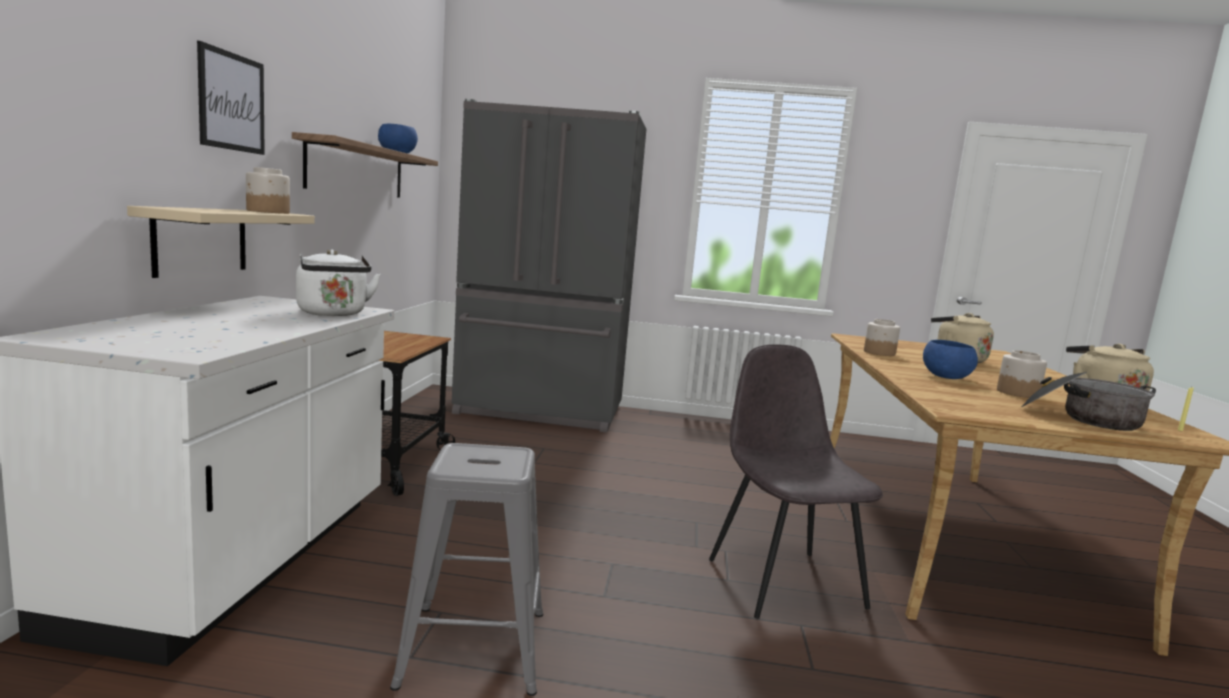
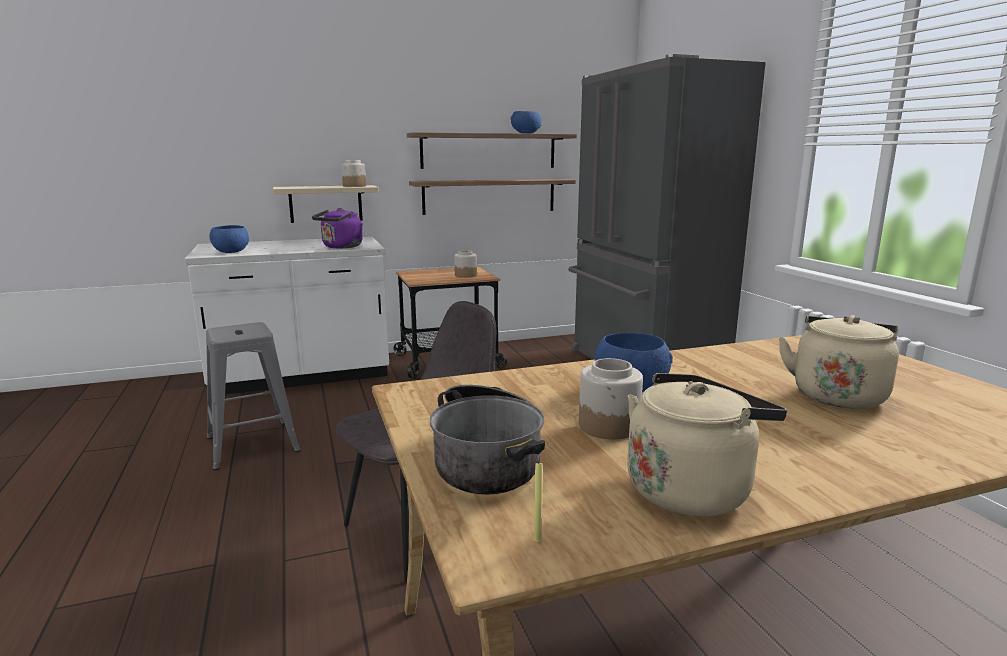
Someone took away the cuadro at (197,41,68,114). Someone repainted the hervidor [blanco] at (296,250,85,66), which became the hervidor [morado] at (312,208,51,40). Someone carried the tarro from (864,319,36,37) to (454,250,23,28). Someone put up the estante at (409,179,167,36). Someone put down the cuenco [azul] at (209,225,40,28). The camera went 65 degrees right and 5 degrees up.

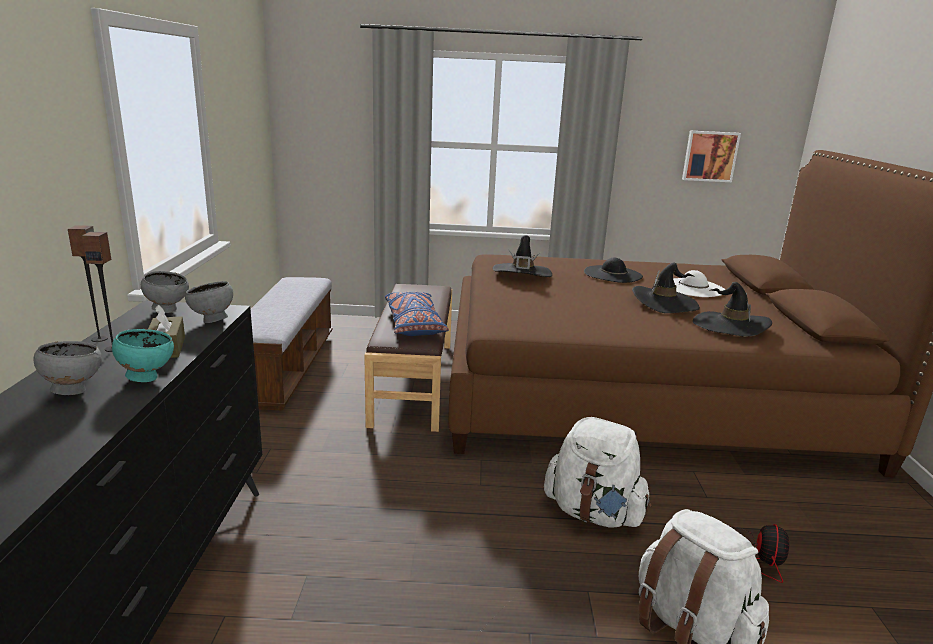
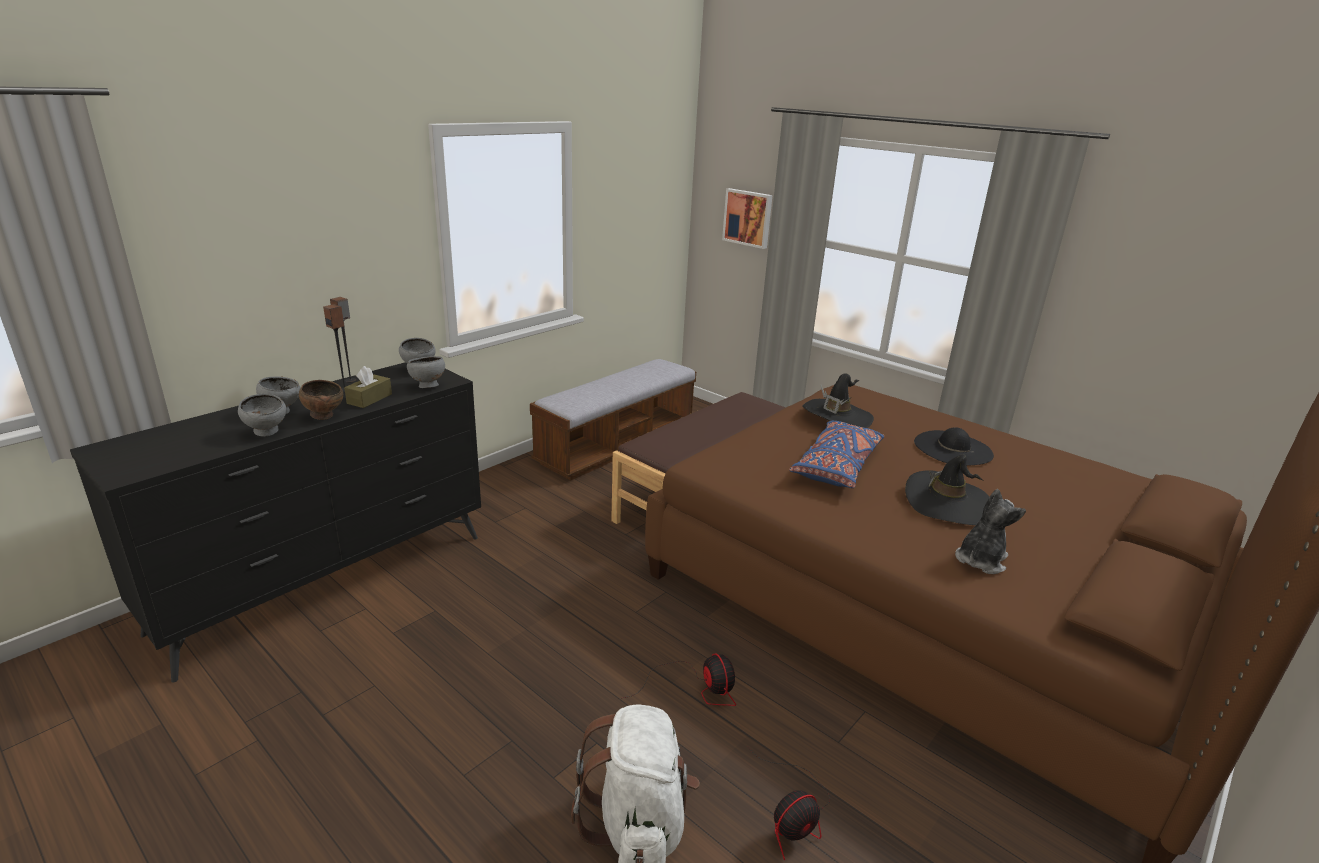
Someone carried the cuadro from (682,131,59,51) to (722,188,51,61). Someone took away the sombrero [blanco] at (673,270,52,27). Someone swapped the sombrero [negro] at (693,282,79,55) for the peluche at (955,489,71,85). Someone carried the cojín [azul] from (385,292,64,44) to (789,421,95,67). Someone repainted the cuenco [turquesa] at (112,329,62,53), which became the cuenco [marrón] at (299,380,44,40). Someone swapped the mochila [blanco] at (544,417,108,110) for the ventilador at (624,653,112,53). Someone put down the cuenco [gris] at (238,394,48,43). The camera went 40 degrees right and 5 degrees up.

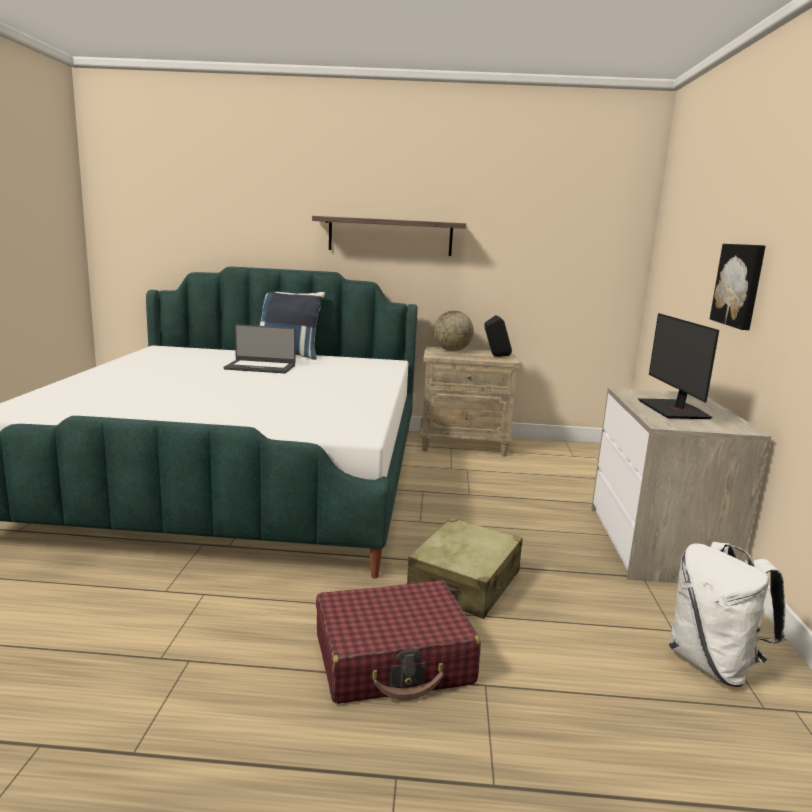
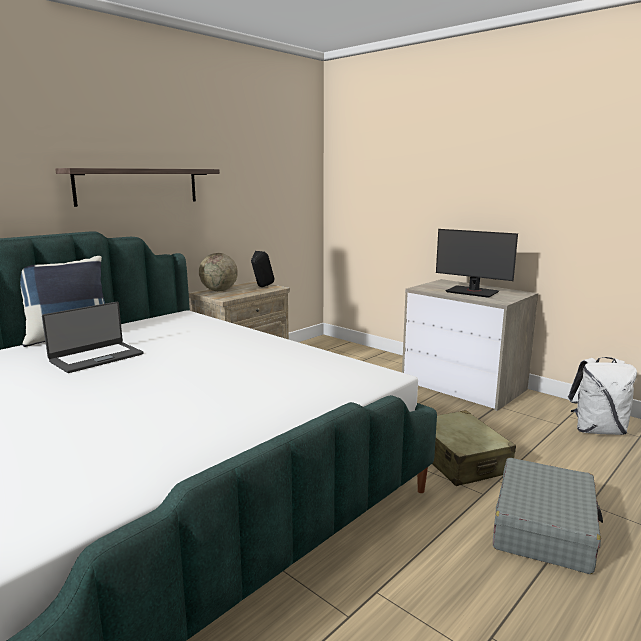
Someone took away the cuadro at (710,244,55,86). Someone repainted the maleta [rojo] at (316,580,165,124), which became the maleta [gris] at (493,458,110,116). The camera went 50 degrees left and 0 degrees up.

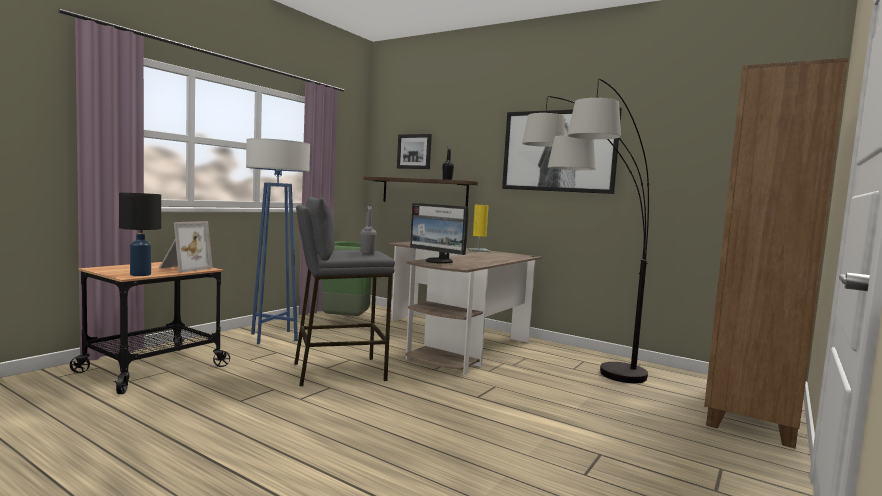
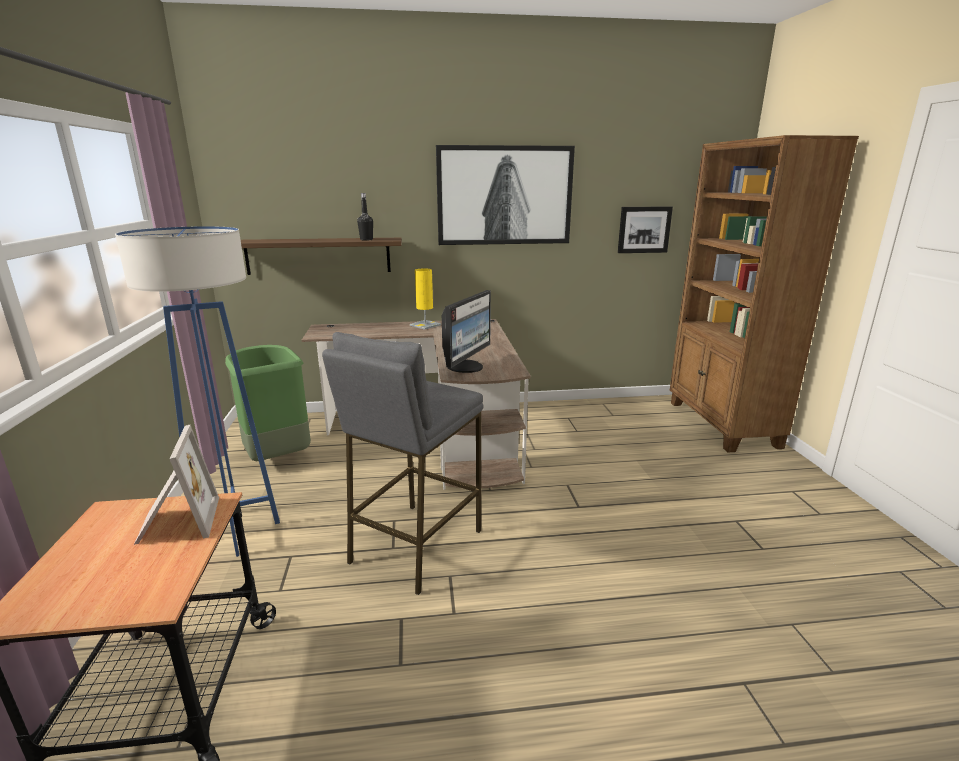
Someone took away the lámpara de pie at (522,78,127,305). Someone carried the cuadro from (397,134,35,35) to (618,206,55,47). Someone took away the lámpara de mesa [negro] at (119,193,42,83). Someone rotated the monitor at (410,203,59,61) by 60 degrees counterclockwise. Someone took away the botella [gris] at (360,205,17,49). The camera went 40 degrees left and 15 degrees up.

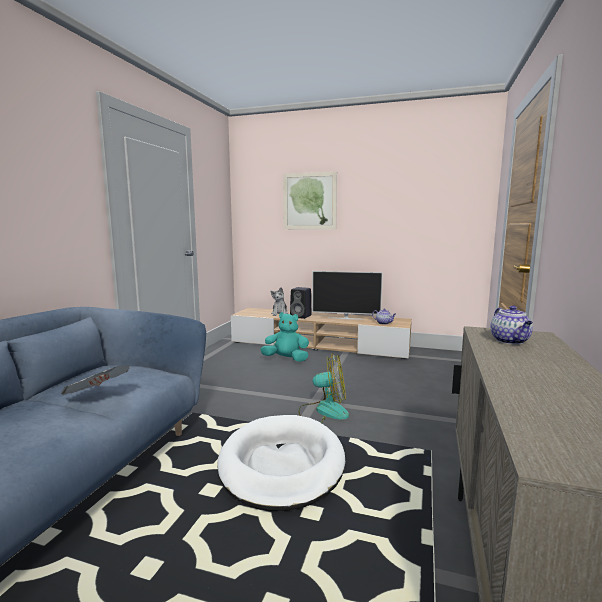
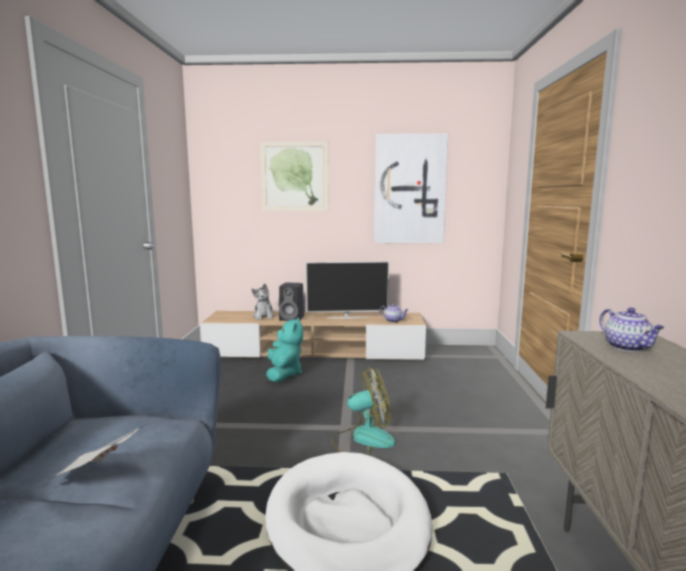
Someone rotated the peluche [turquesa] at (260,312,49,50) by 90 degrees clockwise. Someone put up the cuadro at (374,133,74,110). The camera went 15 degrees left and 0 degrees up.

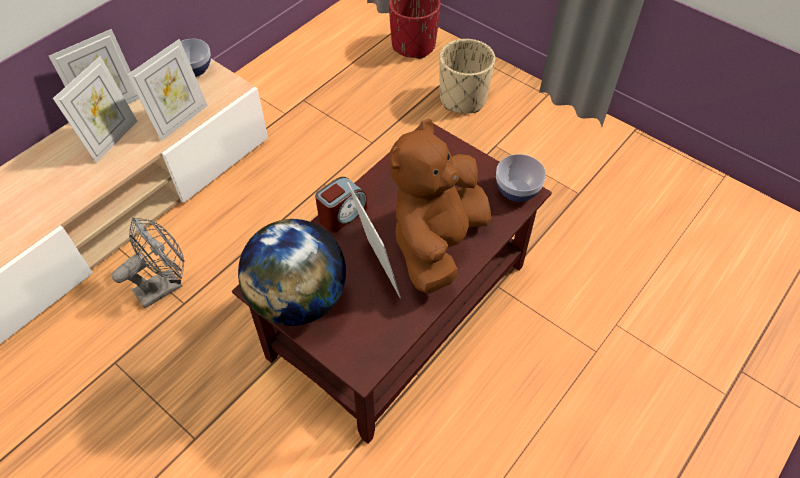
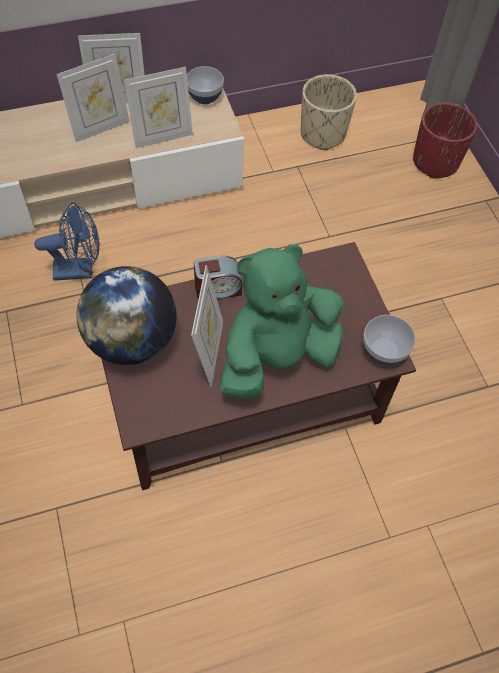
Someone carried the maceta [beis] from (439,39,56,75) to (301,74,56,76). Someone repainted the peluche [marrón] at (389,119,102,175), which became the peluche [verde] at (220,244,124,155). Someone repainted the ventilador [gris] at (112,218,73,90), which became the ventilador [azul] at (34,202,65,79). The camera went 30 degrees right and 5 degrees up.

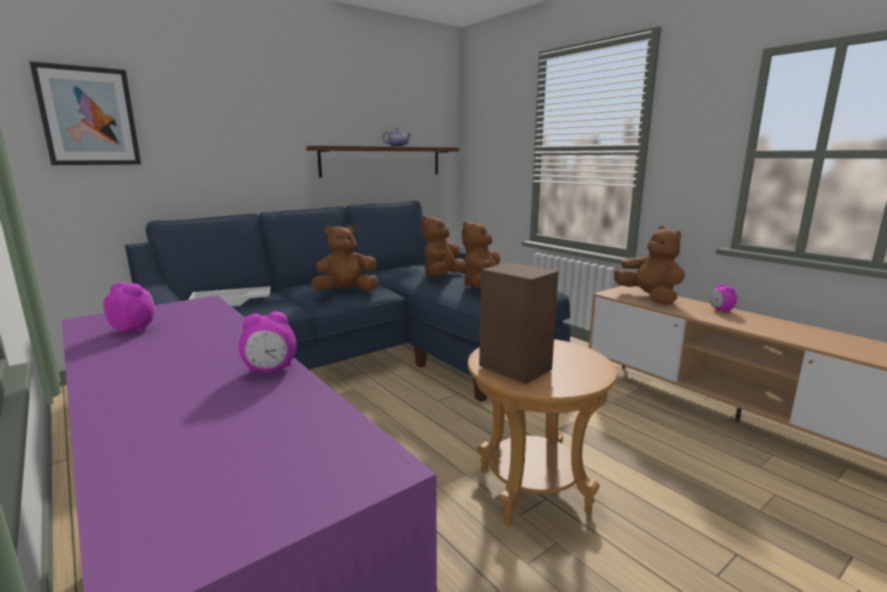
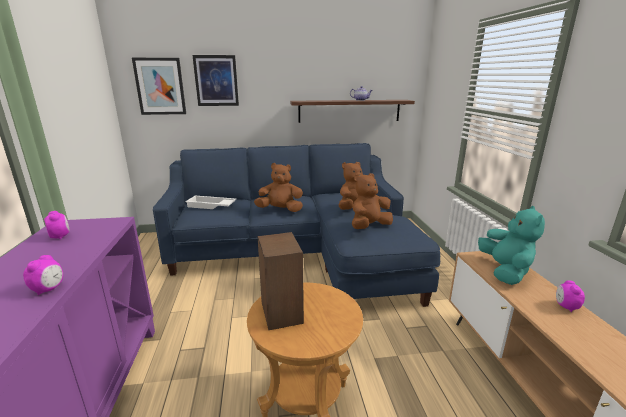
Someone repainted the peluche [marrón] at (614,226,71,79), which became the peluche [turquesa] at (478,206,67,79). Someone rotated the despertador at (239,311,57,62) by 90 degrees counterclockwise. Someone put up the cuadro at (192,55,47,51). The camera went 30 degrees right and 5 degrees up.

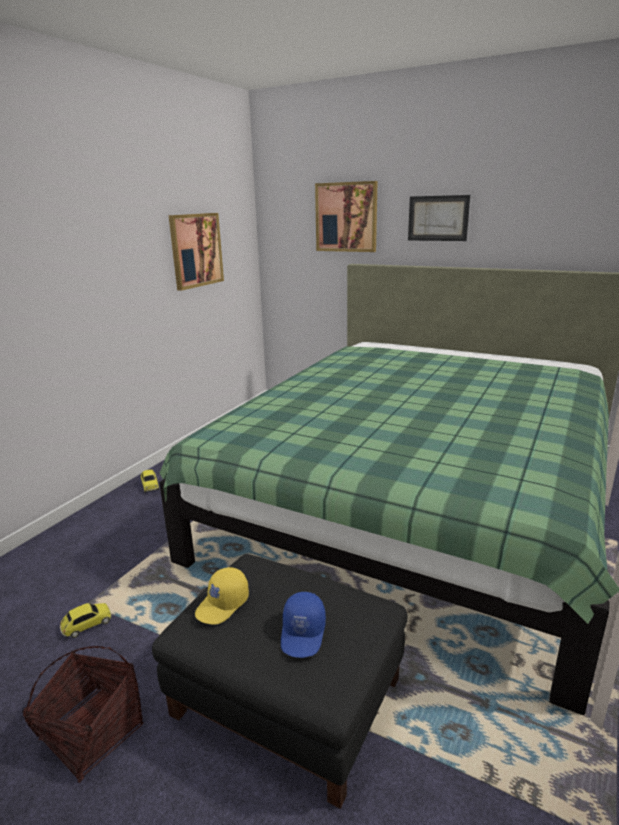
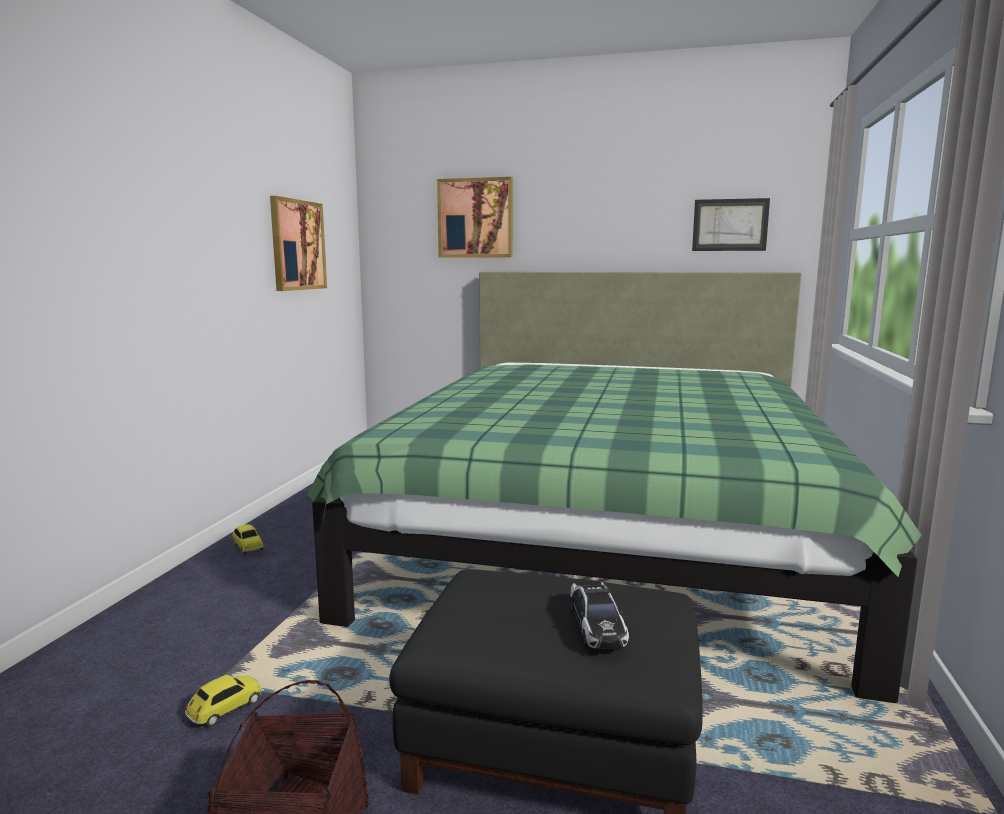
Someone carried the cuadro from (408,195,62,46) to (692,198,78,53). Someone took away the gorra [amarillo] at (195,567,54,58). Someone swapped the gorra [azul] at (281,592,45,66) for the coche de juguete at (570,580,59,69). The camera went 15 degrees left and 10 degrees down.

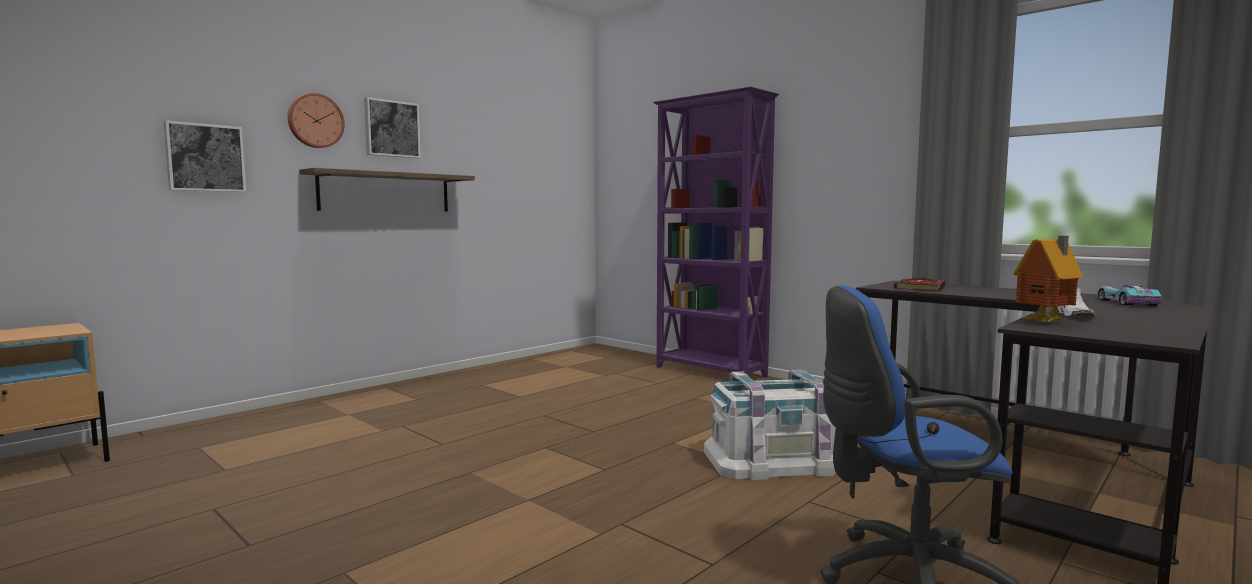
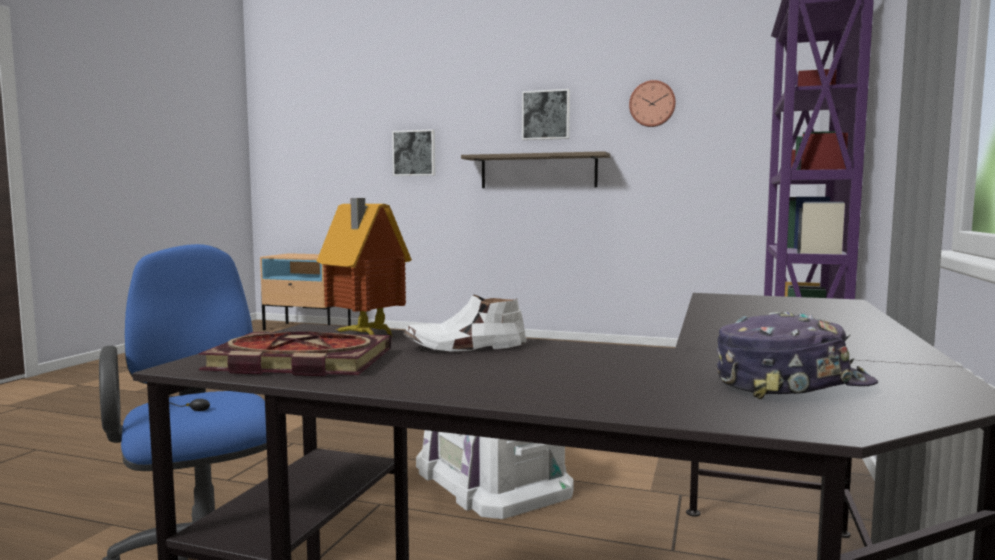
Someone carried the reloj de pared from (287,93,58,55) to (629,80,47,47). Someone carried the libro from (894,278,51,13) to (198,332,193,44). Someone swapped the coche de juguete at (1097,285,64,21) for the gorra at (716,312,162,87). The camera went 65 degrees right and 0 degrees up.

